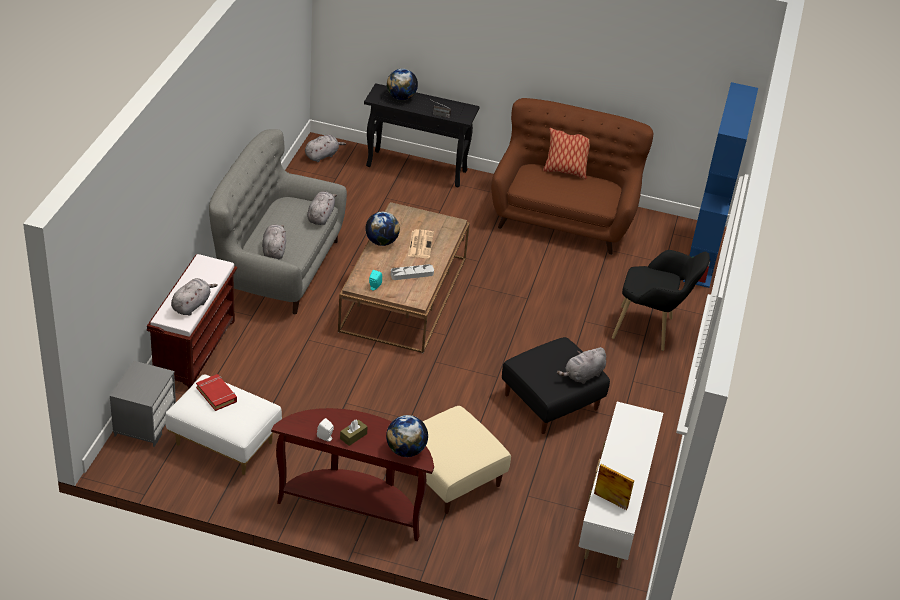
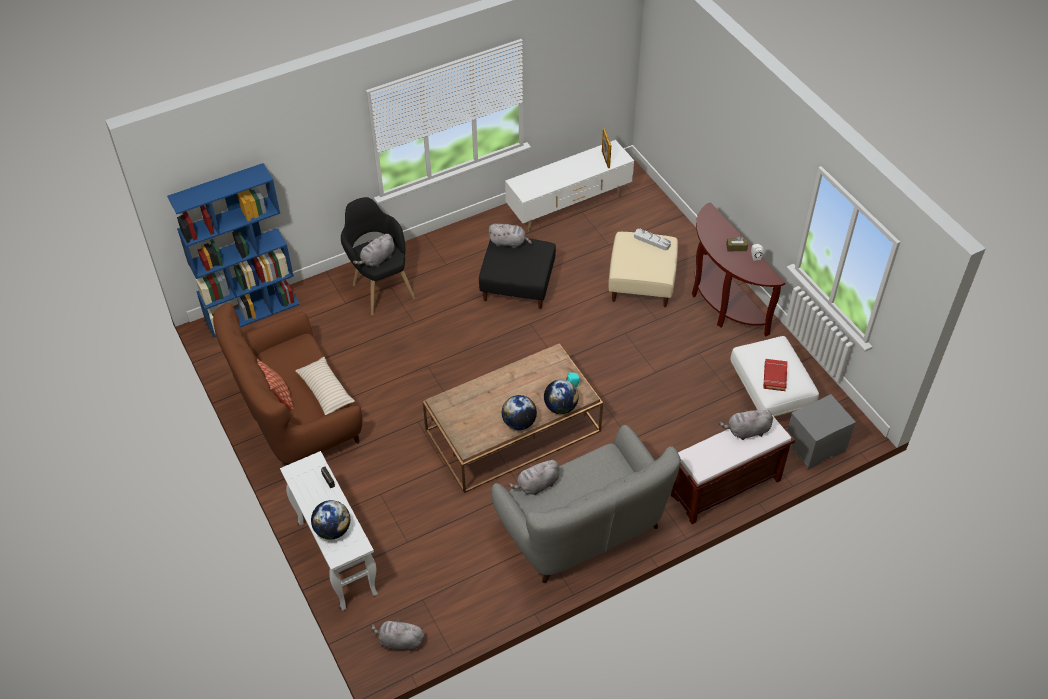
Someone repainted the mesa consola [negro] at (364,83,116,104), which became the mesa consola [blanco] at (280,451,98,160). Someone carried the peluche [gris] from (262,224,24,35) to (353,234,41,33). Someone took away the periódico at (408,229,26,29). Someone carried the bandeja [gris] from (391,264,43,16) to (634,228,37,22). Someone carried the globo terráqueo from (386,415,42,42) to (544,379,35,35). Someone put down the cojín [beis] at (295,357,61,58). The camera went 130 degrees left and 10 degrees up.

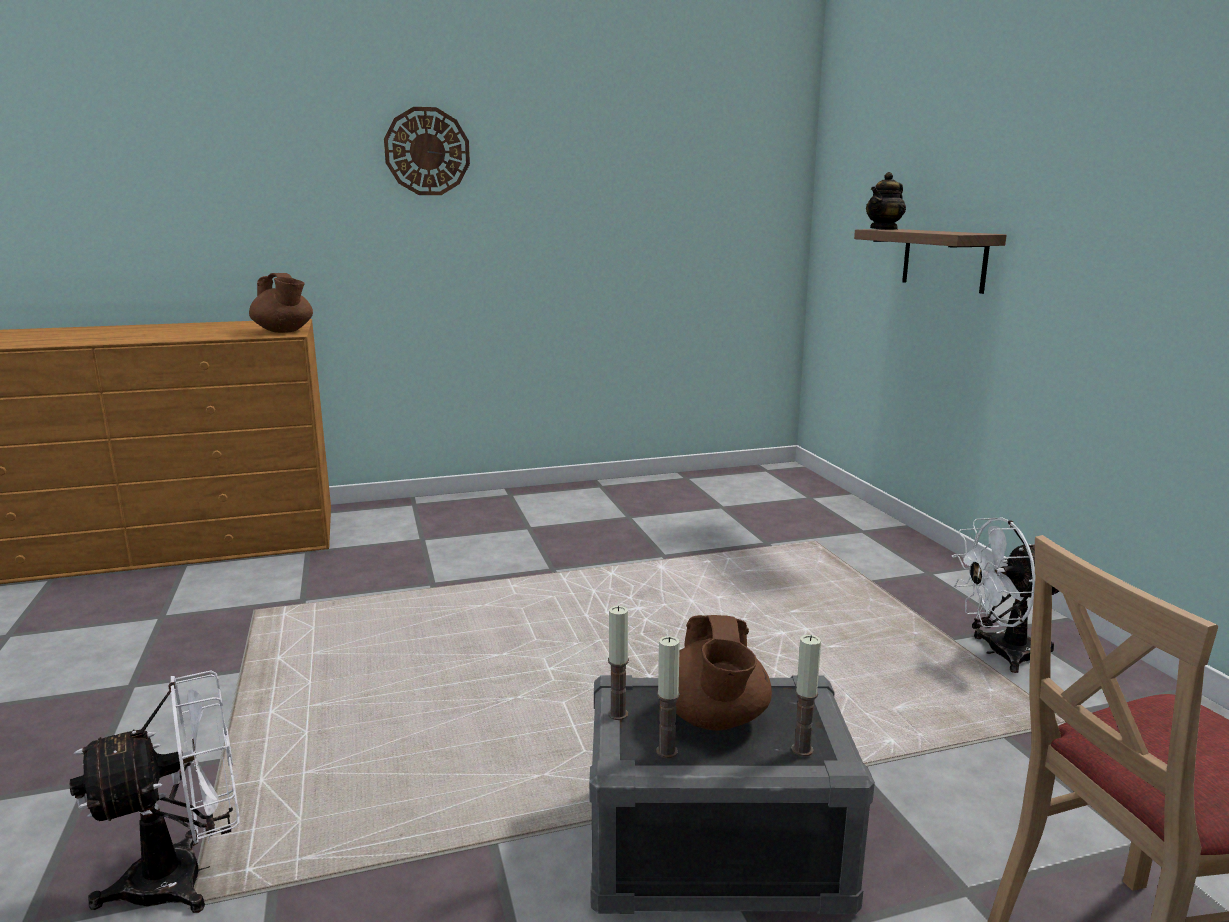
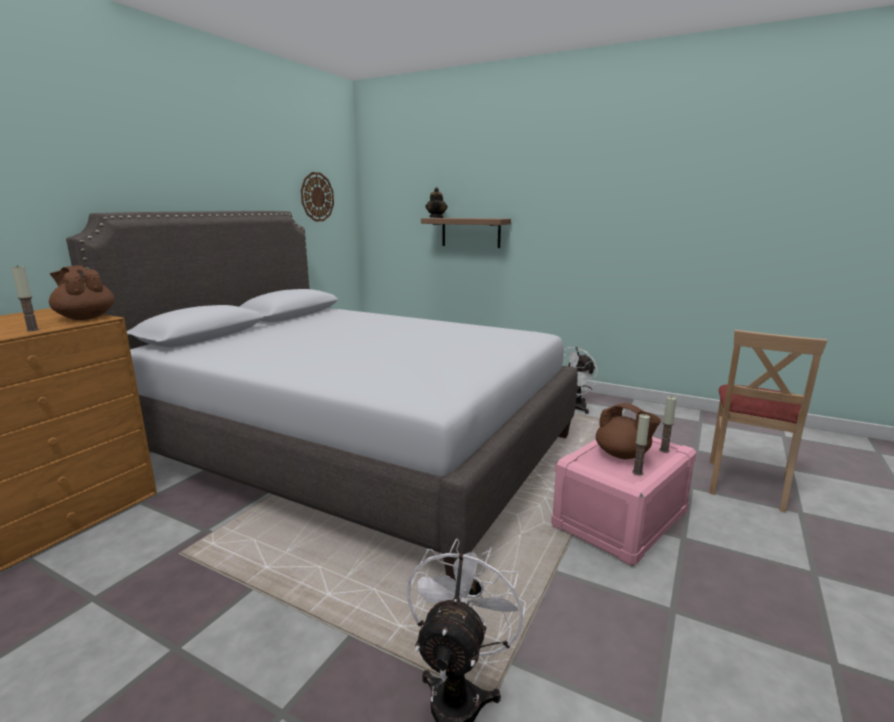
Someone carried the reloj de pared from (384,107,86,88) to (301,172,33,50). Someone rotated the tetera [marrón] at (249,273,64,60) by 150 degrees counterclockwise. Someone carried the vela from (608,606,21,114) to (11,265,29,66). Someone repainted the caja de almacenaje [gris] at (589,675,286,239), which became the caja de almacenaje [rosa] at (551,437,146,129). Someone put down the cama [gris] at (66,211,512,370). The camera went 45 degrees left and 0 degrees up.

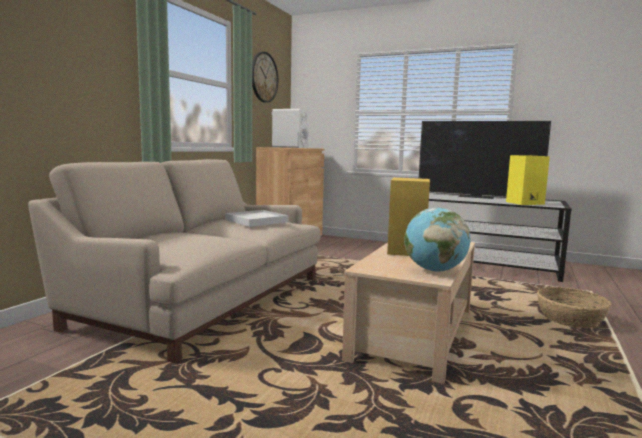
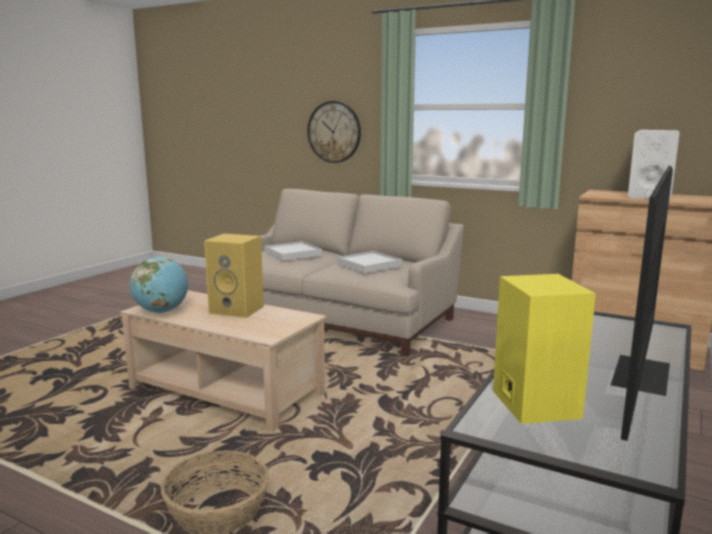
Someone carried the reloj de pared from (252,52,26,51) to (307,101,54,62). Someone put down the bandeja [blanco] at (264,241,58,20). The camera went 95 degrees right and 5 degrees up.

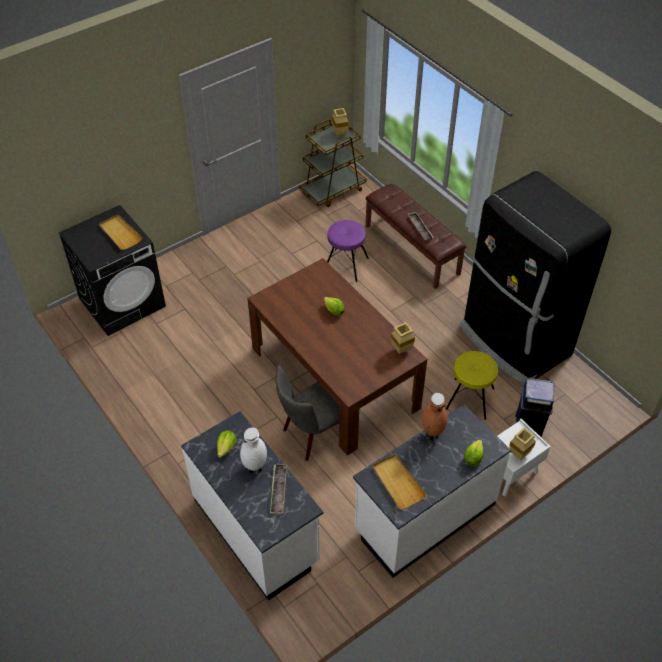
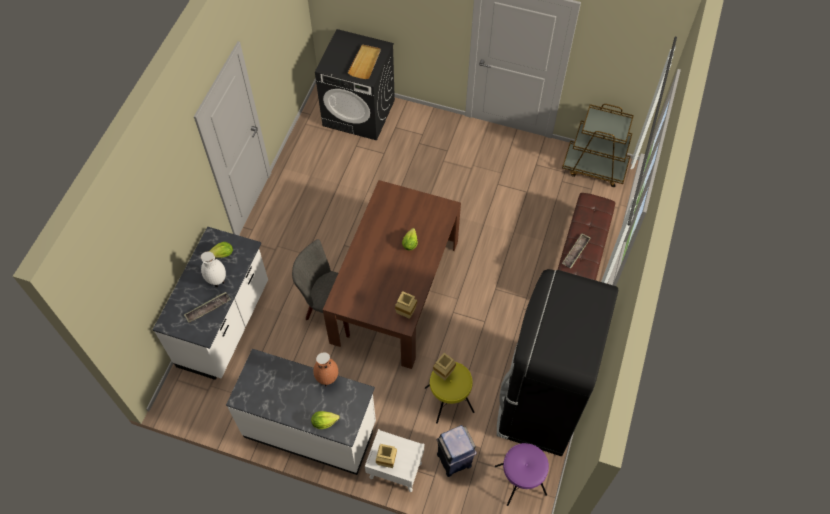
Someone carried the florero [beis] from (332,108,17,28) to (433,353,23,27). Someone carried the taburete [morado] from (327,220,42,62) to (495,443,54,63). Someone took away the bandeja [beis] at (372,454,55,55). The camera went 55 degrees right and 10 degrees up.

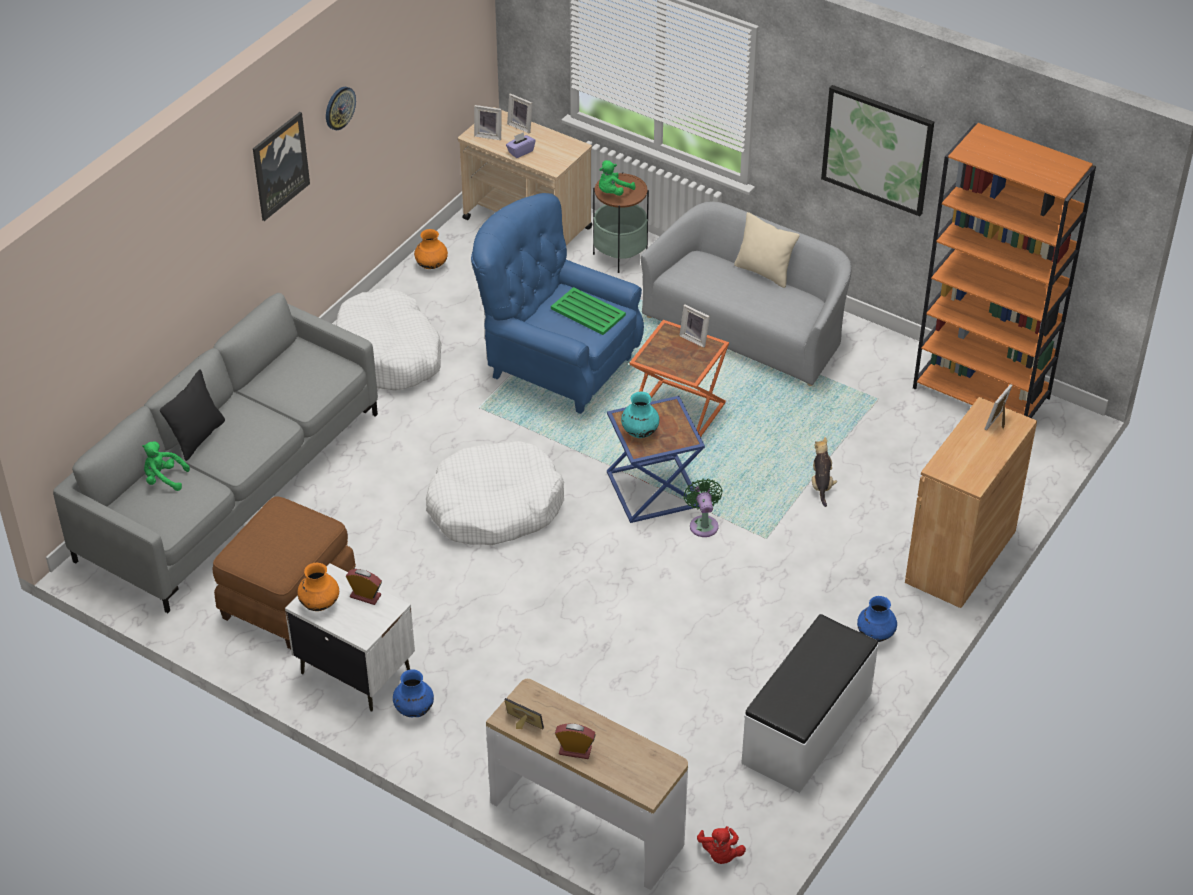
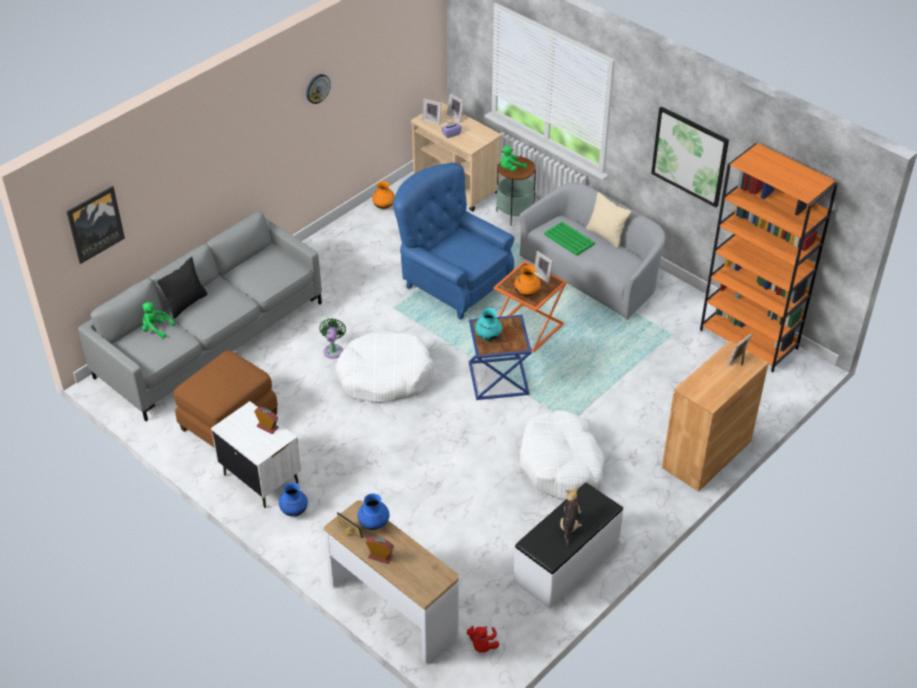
Someone carried the cuadro from (253,112,57,109) to (66,186,59,78). Someone carried the bandeja [verde] from (551,287,75,48) to (544,222,51,34). Someone carried the cama para perro [blanco] from (336,288,105,103) to (520,410,85,90). Someone carried the peluche from (812,437,25,70) to (560,487,22,59). Someone carried the ventilador [verde] from (684,479,39,58) to (319,318,27,41). Someone carried the florero [naranja] from (297,563,42,48) to (514,265,27,32). Someone carried the florero [azul] from (857,596,40,46) to (358,494,31,36). The camera went 10 degrees right and 0 degrees up.

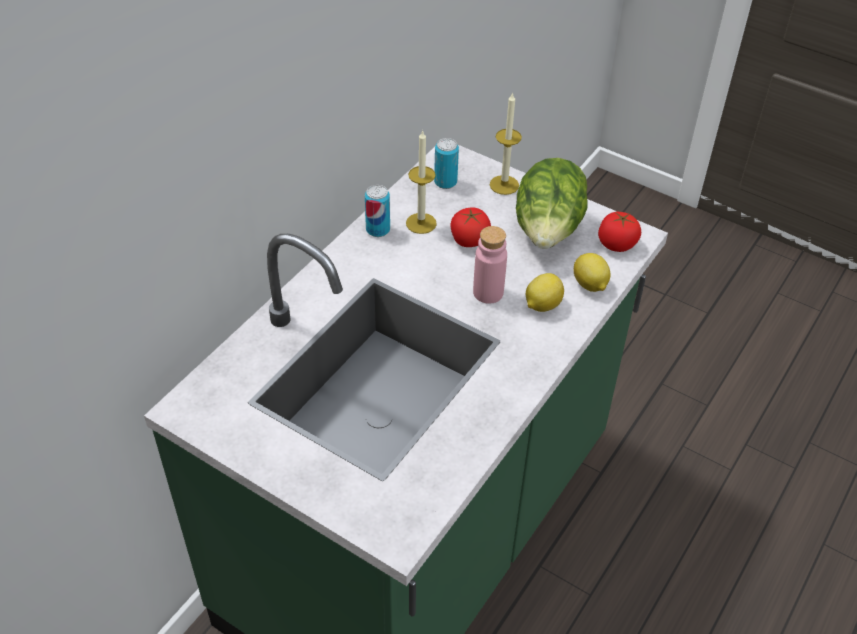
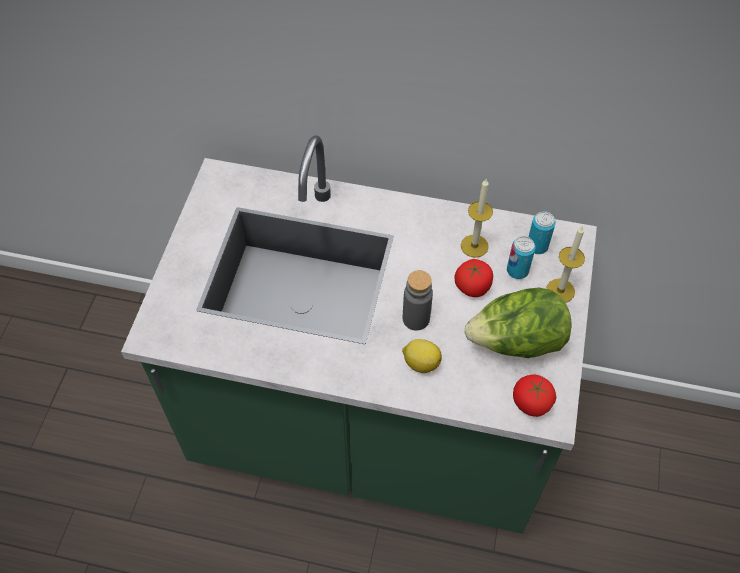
Someone carried the lata from (365,185,25,52) to (507,236,28,43). Someone repainted the botella [rosa] at (473,226,34,78), which became the botella [gris] at (403,270,30,61). Someone took away the limón at (574,253,37,39). The camera went 70 degrees right and 10 degrees up.

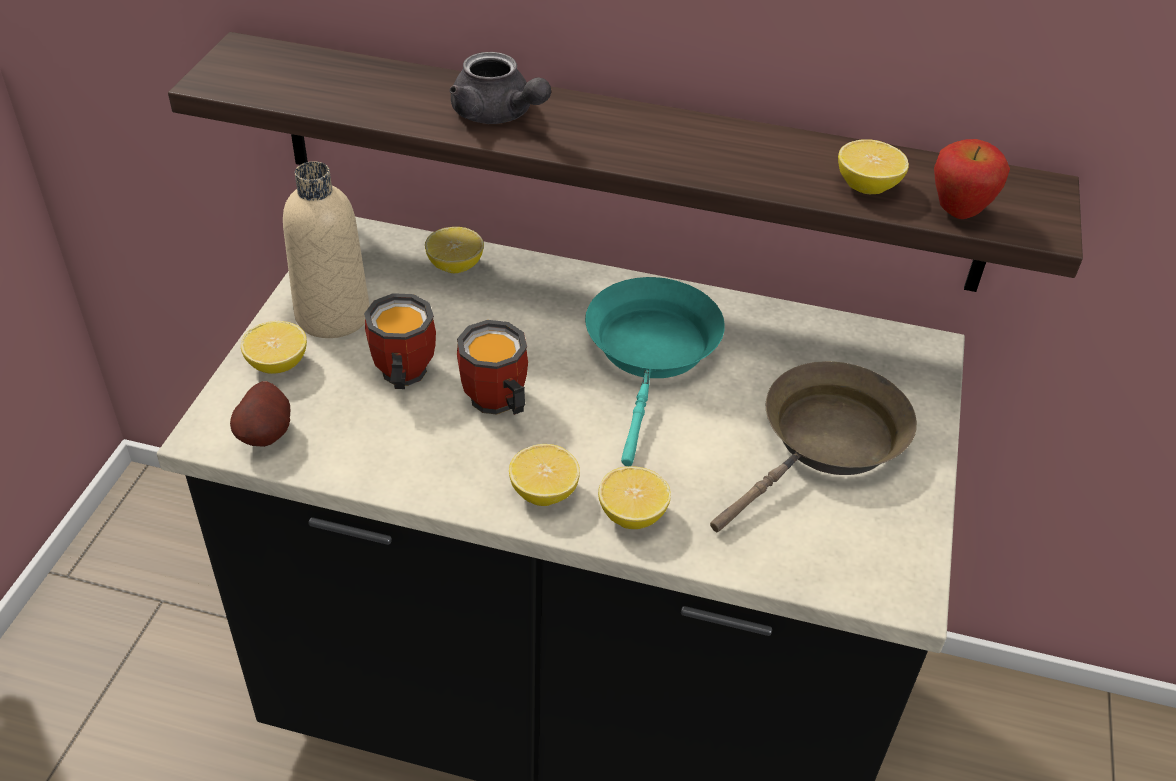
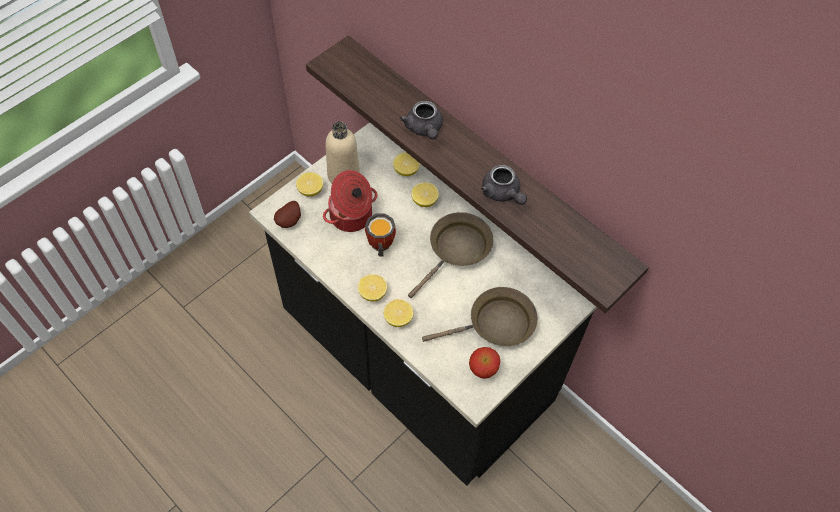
Someone carried the limón from (838,139,71,55) to (411,183,28,24). Someone carried the manzana from (934,139,76,80) to (469,347,31,32). Someone repainted the sartén [turquesa] at (585,277,140,189), which became the sartén [marrón] at (408,212,85,86). Someone swapped the taza grande at (364,293,72,96) for the olla at (323,170,55,62). Someone put down the tetera [gris] at (481,165,46,40). The camera went 30 degrees right and 15 degrees up.

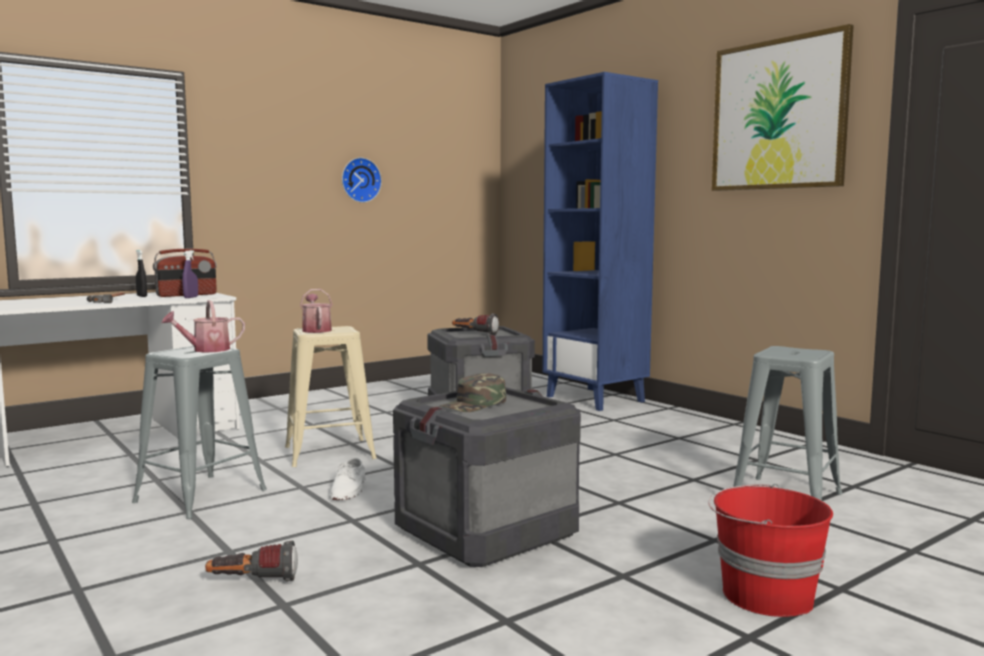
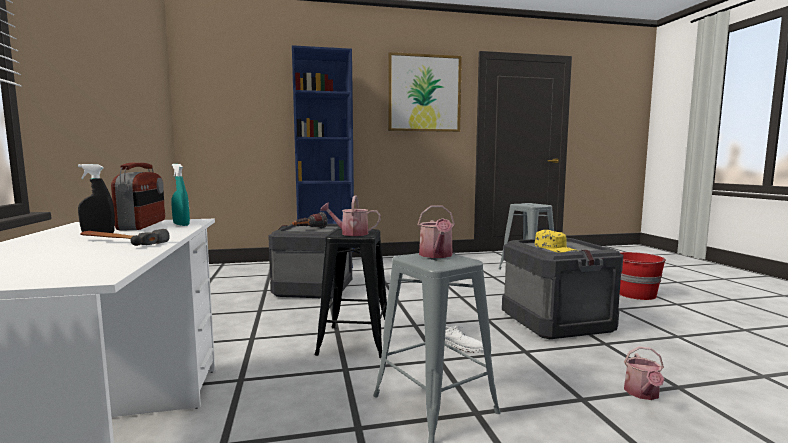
Someone took away the reloj de pared at (342,157,40,46). Someone repainted the pulverizador [morado] at (182,250,16,48), which became the pulverizador [turquesa] at (171,164,19,62). Someone repainted the taburete [beis] at (285,326,92,141), which became the taburete [negro] at (314,229,73,129). Someone repainted the gorra [verde] at (439,373,67,39), which became the gorra [amarillo] at (535,230,43,22). Someone swapped the linterna at (205,541,93,40) for the regadera at (624,347,41,53). The camera went 65 degrees left and 0 degrees up.

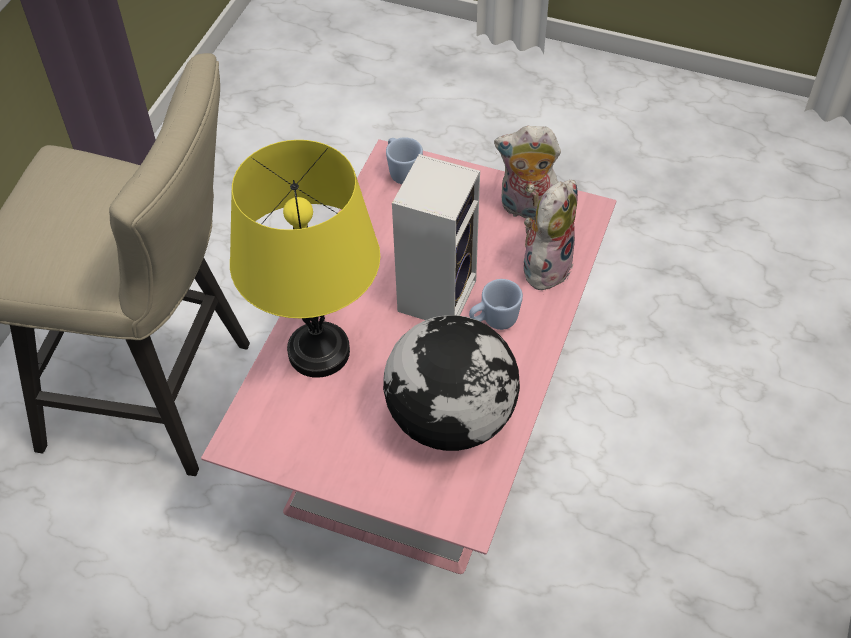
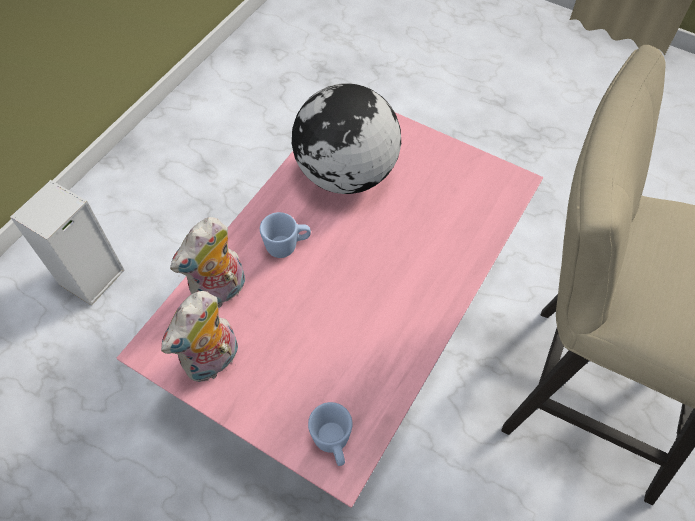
Someone rotated the peluche at (494,126,67,94) by 105 degrees clockwise. Someone took away the lámpara de mesa [amarillo] at (230,140,150,238). Someone carried the altavoz from (392,154,88,166) to (10,180,115,126). The camera went 170 degrees left and 5 degrees up.

